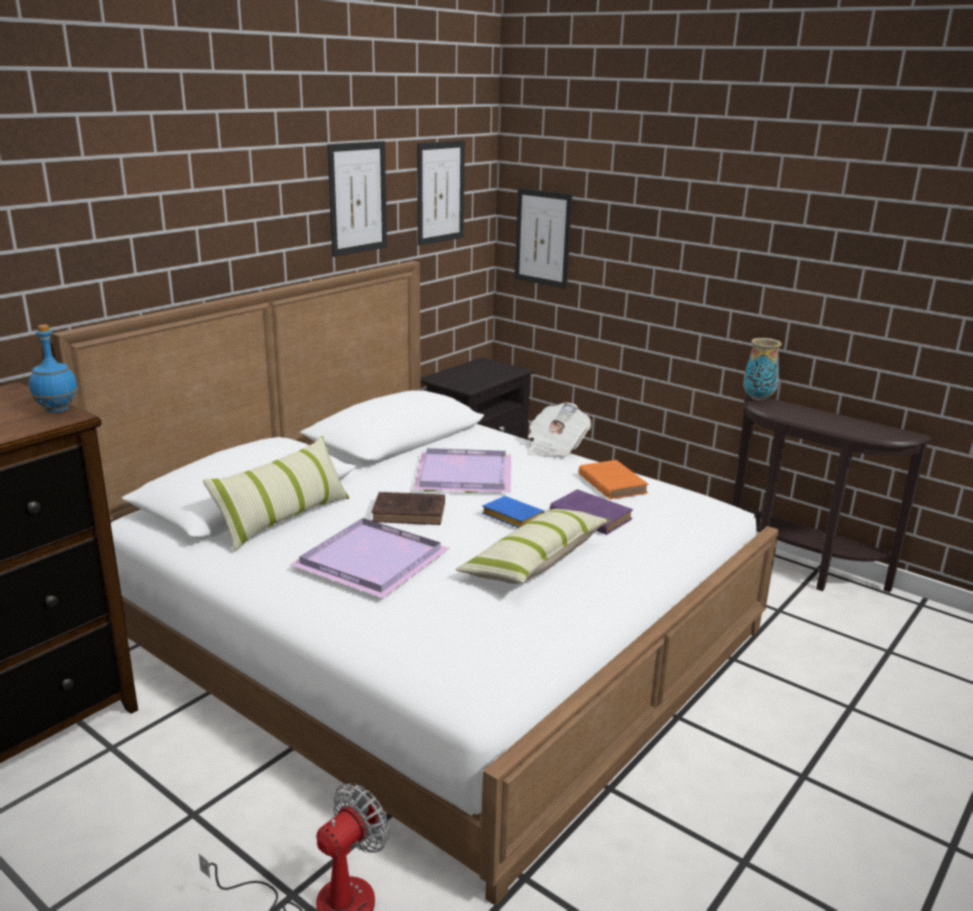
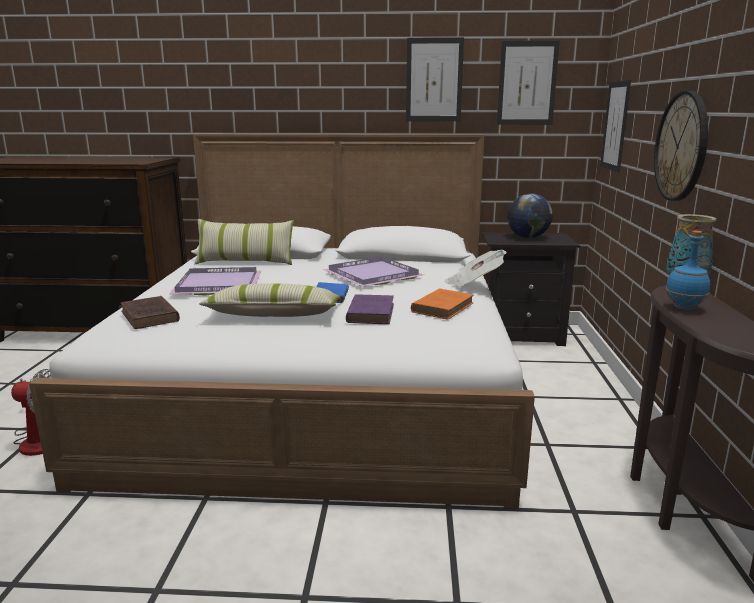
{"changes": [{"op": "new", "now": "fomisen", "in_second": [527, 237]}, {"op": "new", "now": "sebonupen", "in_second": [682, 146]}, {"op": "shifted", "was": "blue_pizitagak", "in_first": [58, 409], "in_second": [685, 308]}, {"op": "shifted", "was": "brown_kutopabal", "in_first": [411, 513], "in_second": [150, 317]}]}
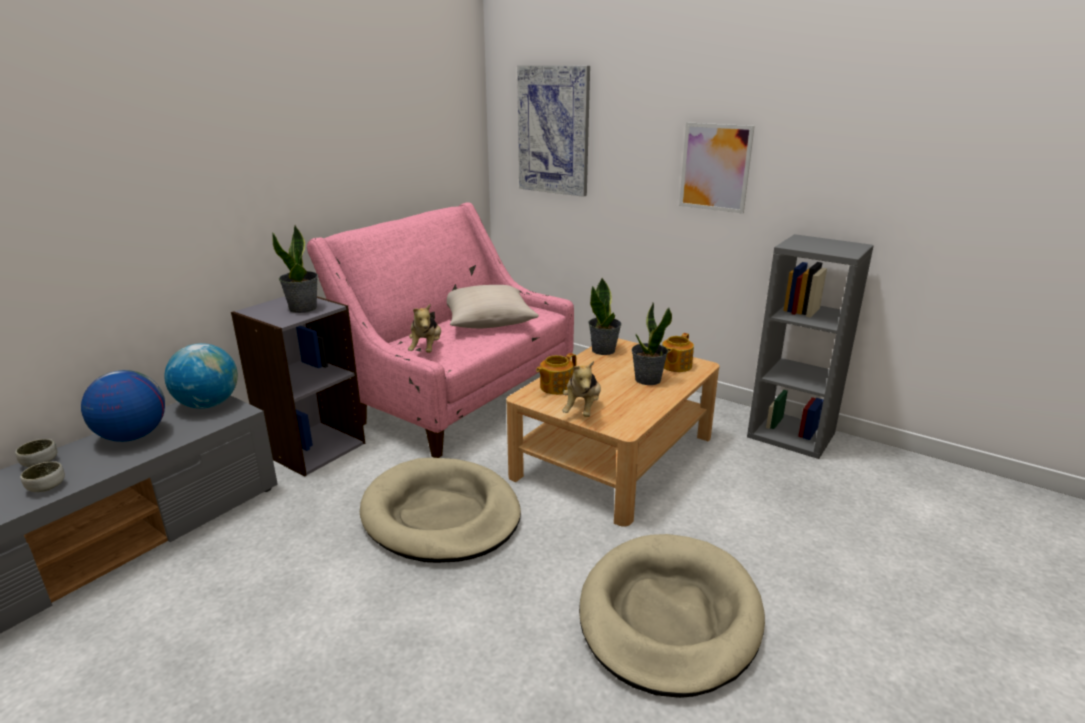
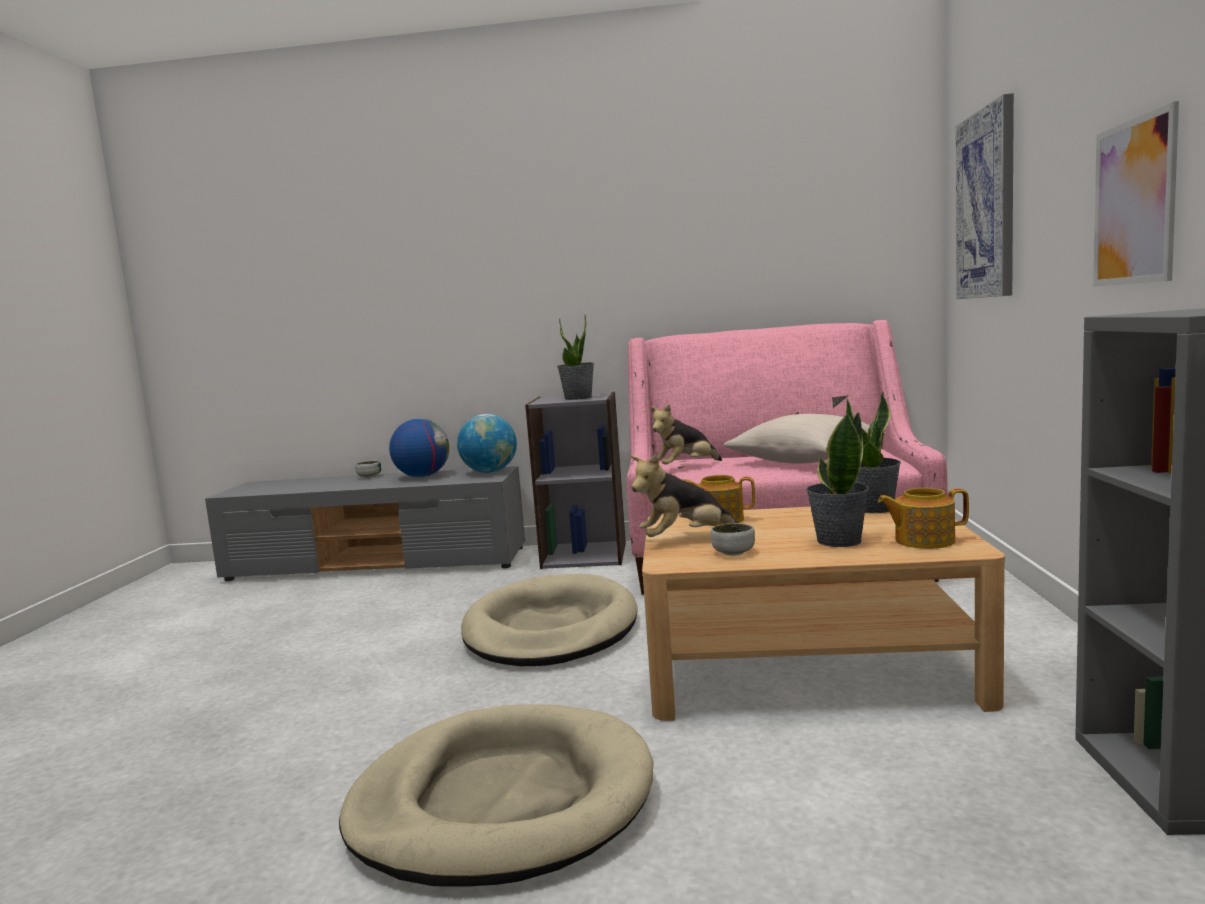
{"changes": [{"op": "shifted", "was": "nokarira", "in_first": [47, 487], "in_second": [733, 553]}]}
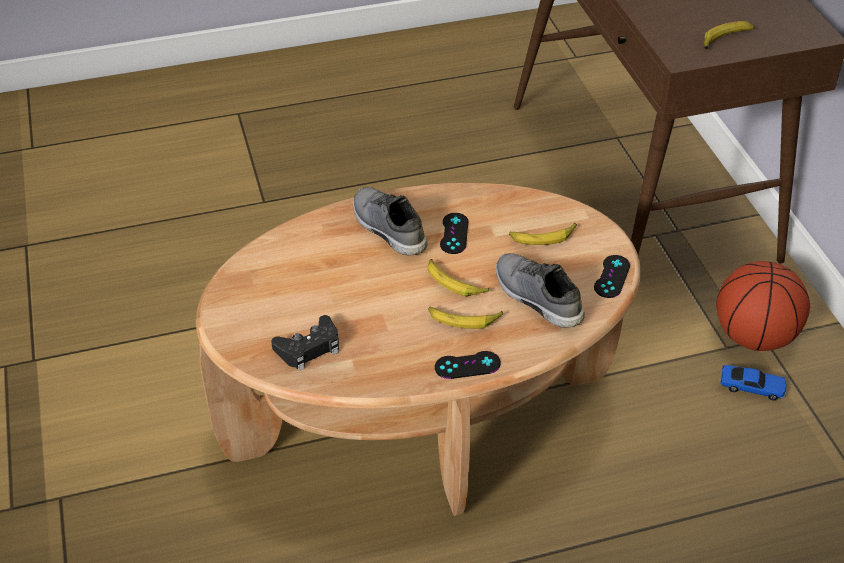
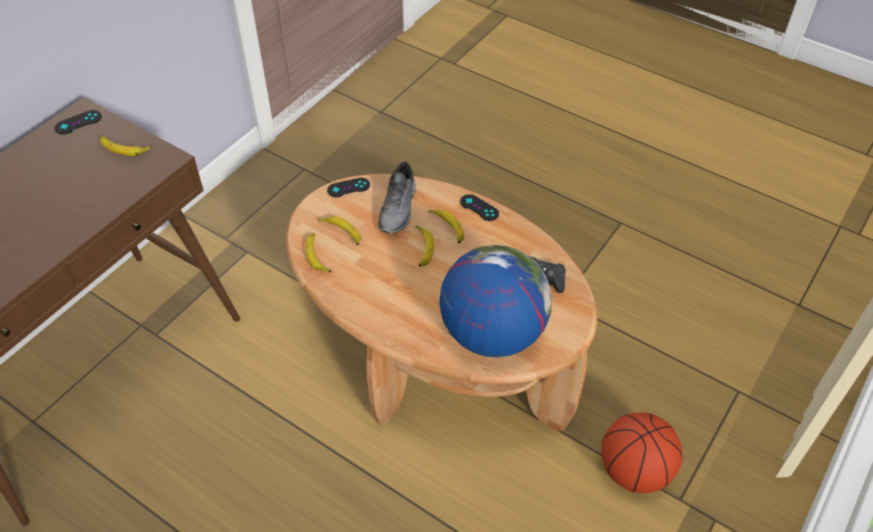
{"changes": [{"op": "gone", "was": "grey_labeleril", "in_first": [387, 229]}, {"op": "gone", "was": "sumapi", "in_first": [752, 387]}, {"op": "new", "now": "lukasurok", "in_second": [317, 256]}, {"op": "new", "now": "fomisen", "in_second": [492, 333]}, {"op": "shifted", "was": "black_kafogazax", "in_first": [454, 233], "in_second": [78, 122]}, {"op": "shifted", "was": "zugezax", "in_first": [753, 337], "in_second": [634, 470]}]}
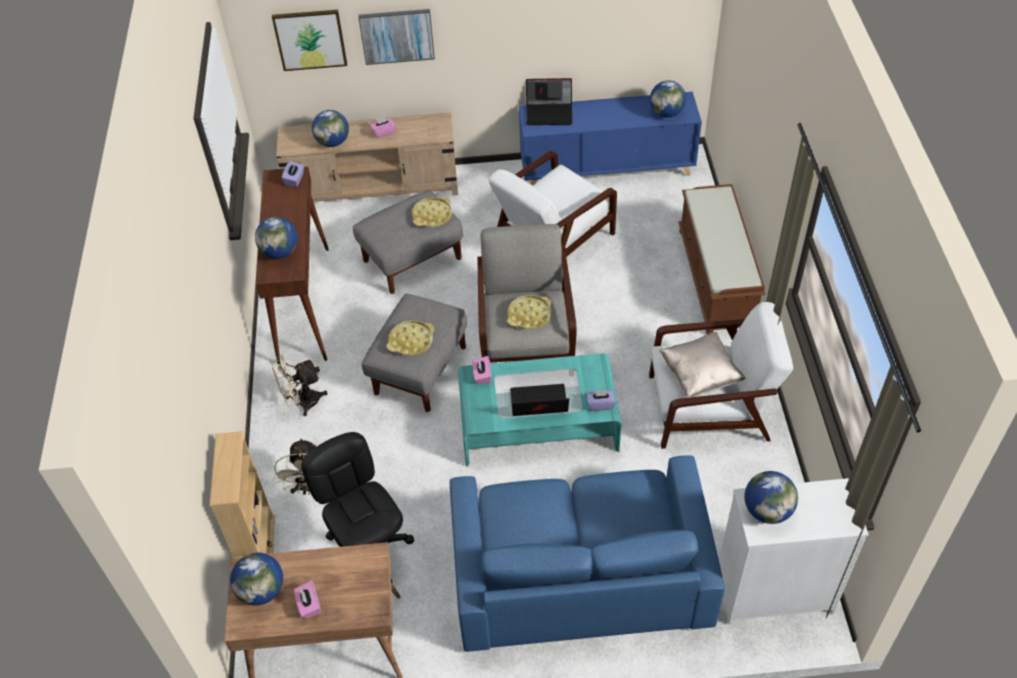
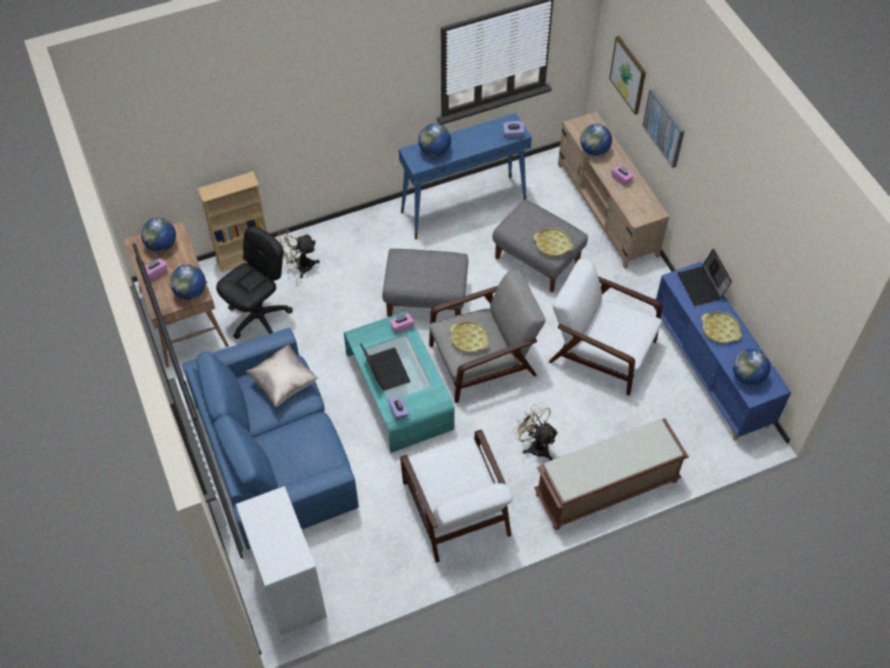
{"changes": [{"op": "shifted", "was": "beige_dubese", "in_first": [302, 402], "in_second": [535, 445]}, {"op": "shifted", "was": "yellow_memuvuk", "in_first": [411, 341], "in_second": [720, 330]}, {"op": "shifted", "was": "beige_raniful", "in_first": [700, 376], "in_second": [284, 383]}, {"op": "shifted", "was": "fomisen", "in_first": [767, 510], "in_second": [191, 292]}, {"op": "repainted", "was": "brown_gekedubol", "now": "blue_gekedubol", "in_first": [304, 303], "in_second": [464, 207]}]}
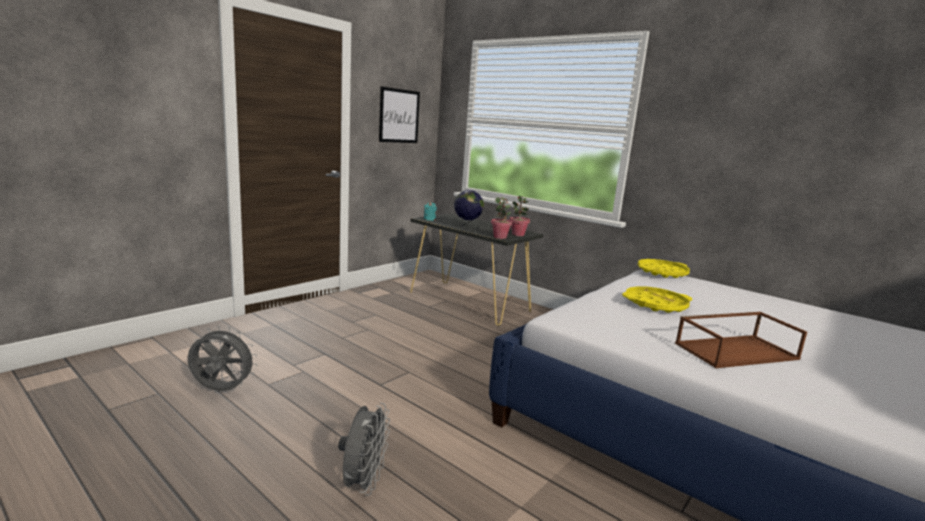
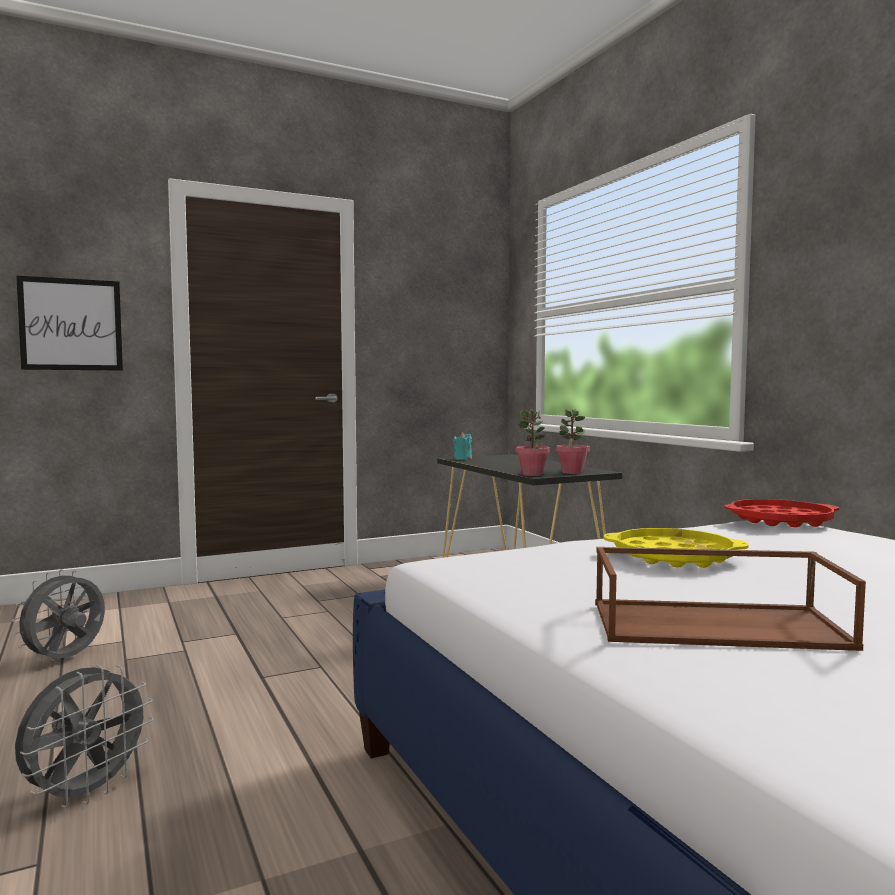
{"changes": [{"op": "gone", "was": "fomisen", "in_first": [467, 228]}, {"op": "shifted", "was": "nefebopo", "in_first": [399, 116], "in_second": [71, 324]}, {"op": "repainted", "was": "yellow_memuvuk", "now": "red_memuvuk", "in_first": [662, 272], "in_second": [780, 521]}, {"op": "rotated", "was": "grey_dubese", "in_first": [221, 391], "in_second": [65, 660], "clockwise": -90}]}
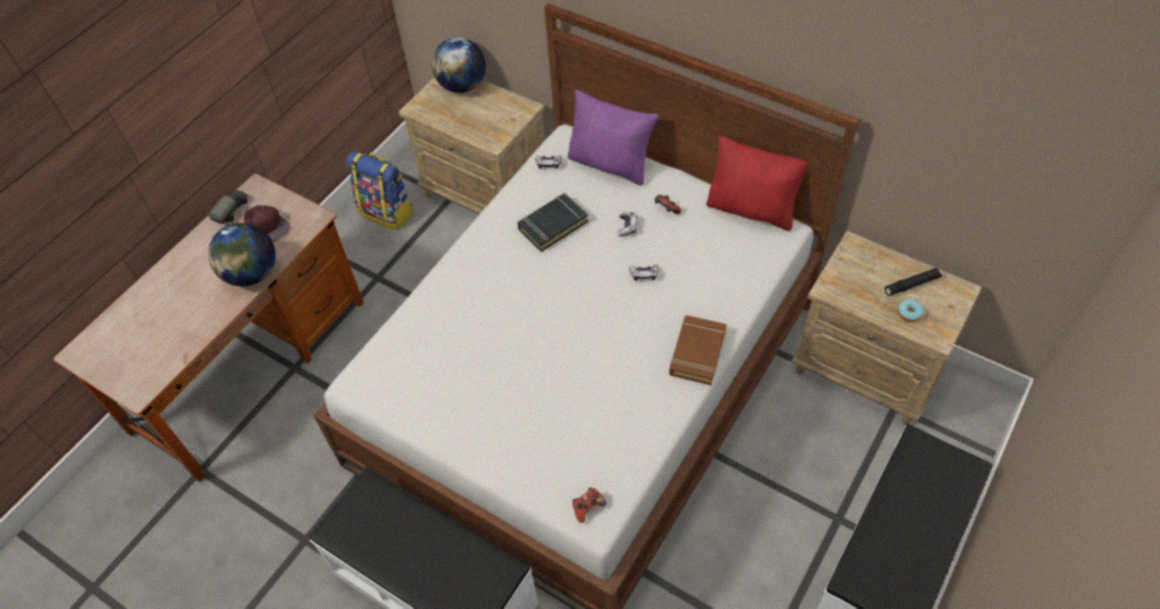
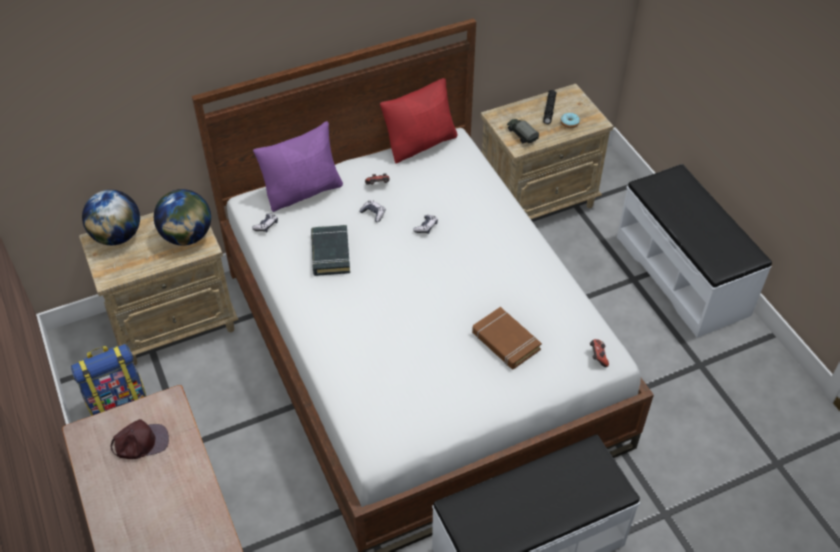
{"changes": [{"op": "shifted", "was": "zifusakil", "in_first": [232, 211], "in_second": [521, 135]}, {"op": "shifted", "was": "fomisen", "in_first": [251, 274], "in_second": [187, 236]}, {"op": "shifted", "was": "brown_kutopabal", "in_first": [697, 352], "in_second": [505, 341]}]}
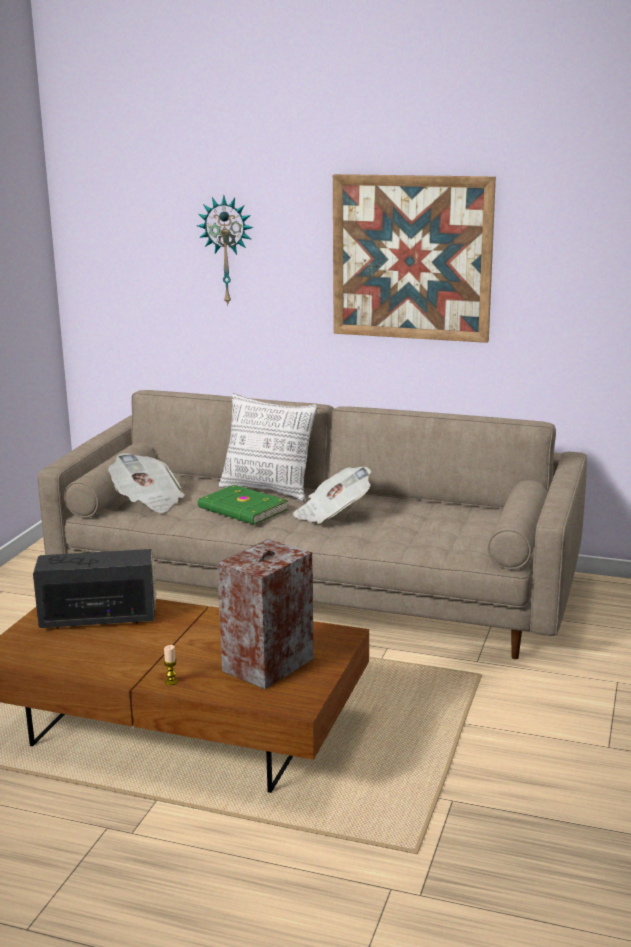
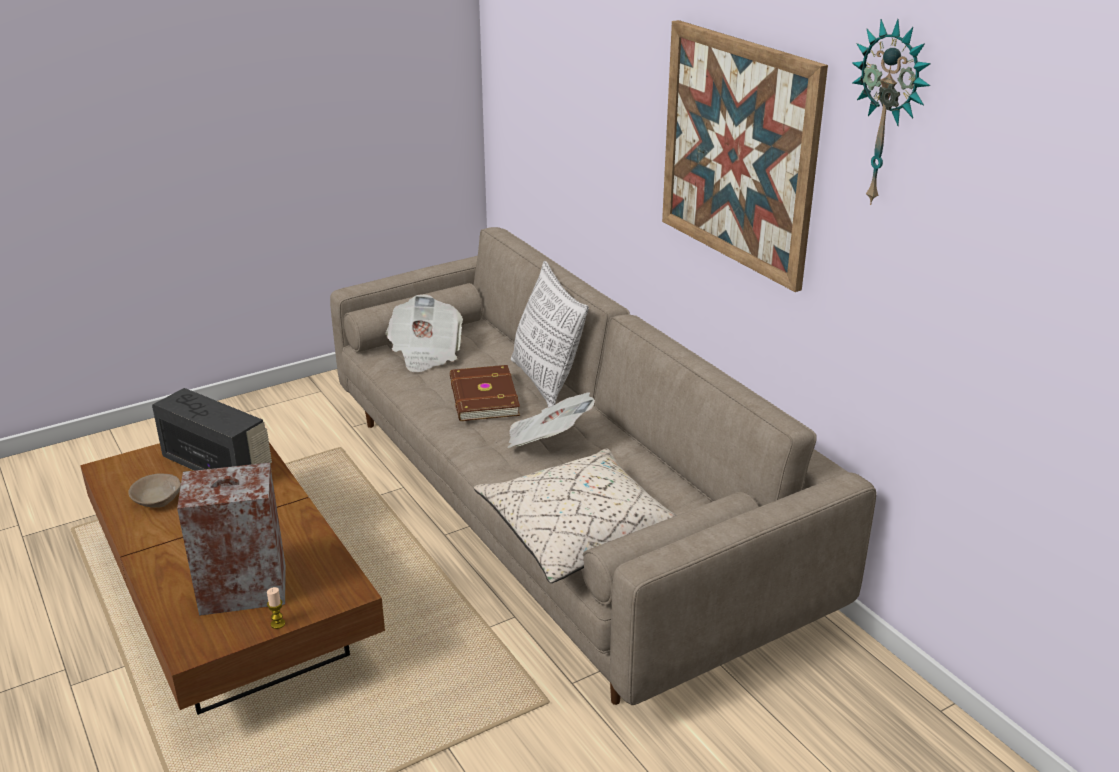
{"changes": [{"op": "new", "now": "beige_nokarira", "in_second": [158, 499]}, {"op": "new", "now": "beige_raniful", "in_second": [581, 533]}, {"op": "shifted", "was": "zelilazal", "in_first": [171, 681], "in_second": [278, 624]}, {"op": "shifted", "was": "sebonupen", "in_first": [227, 250], "in_second": [889, 114]}, {"op": "repainted", "was": "green_kutopabal", "now": "brown_kutopabal", "in_first": [242, 509], "in_second": [482, 397]}]}
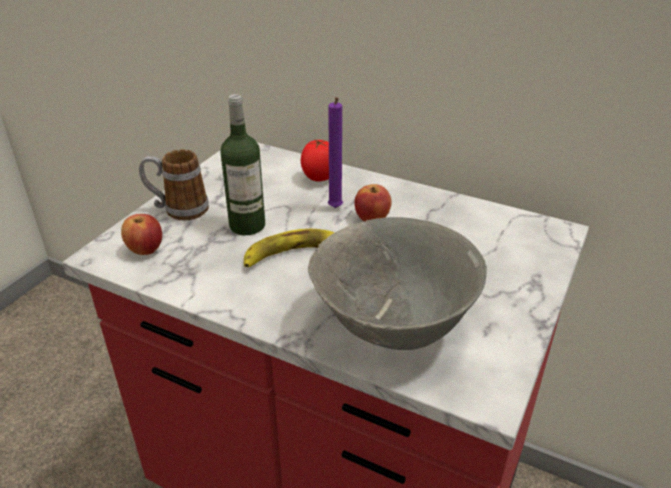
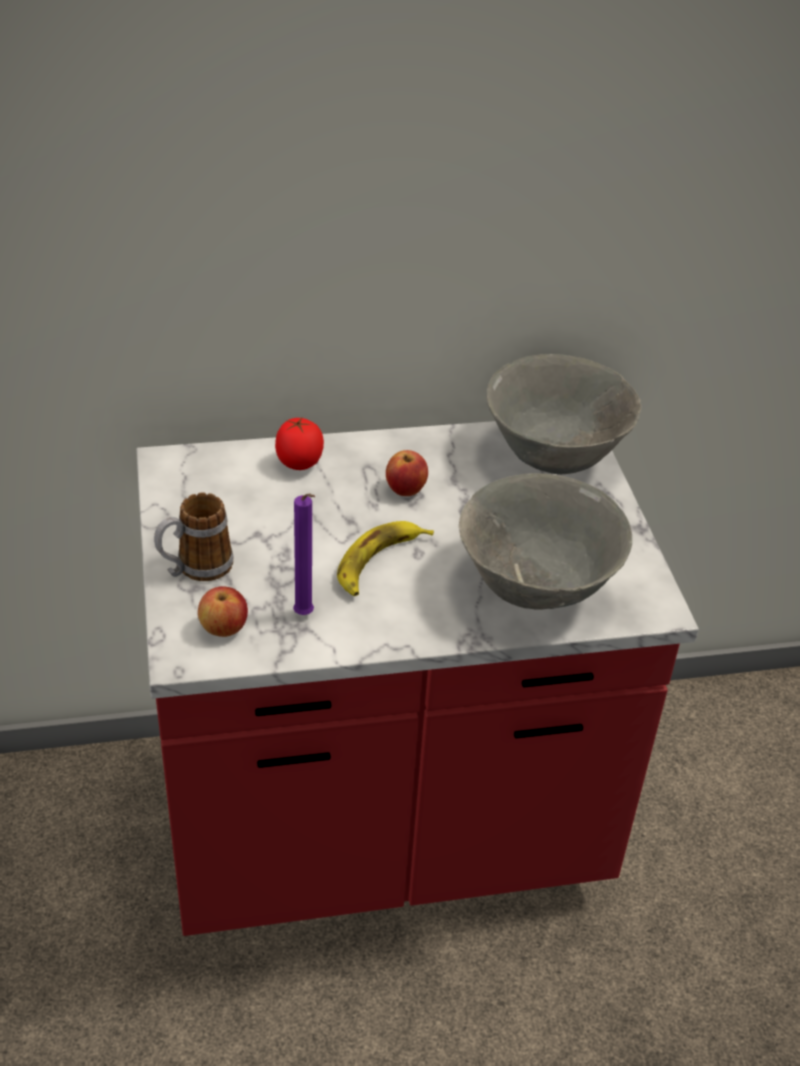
{"changes": [{"op": "gone", "was": "pizitagak", "in_first": [247, 225]}, {"op": "new", "now": "grey_nokarira", "in_second": [554, 455]}, {"op": "shifted", "was": "purple_zelilazal", "in_first": [335, 209], "in_second": [305, 616]}]}
